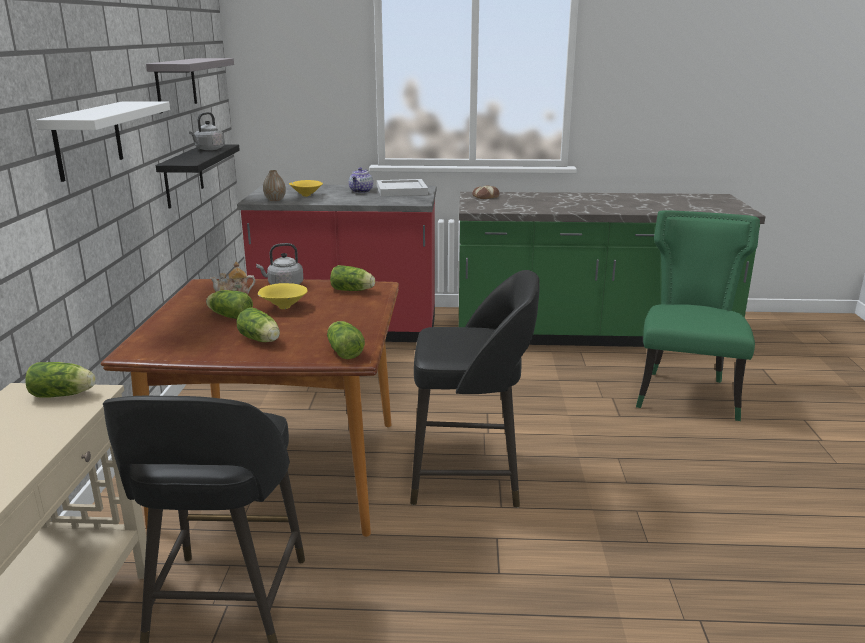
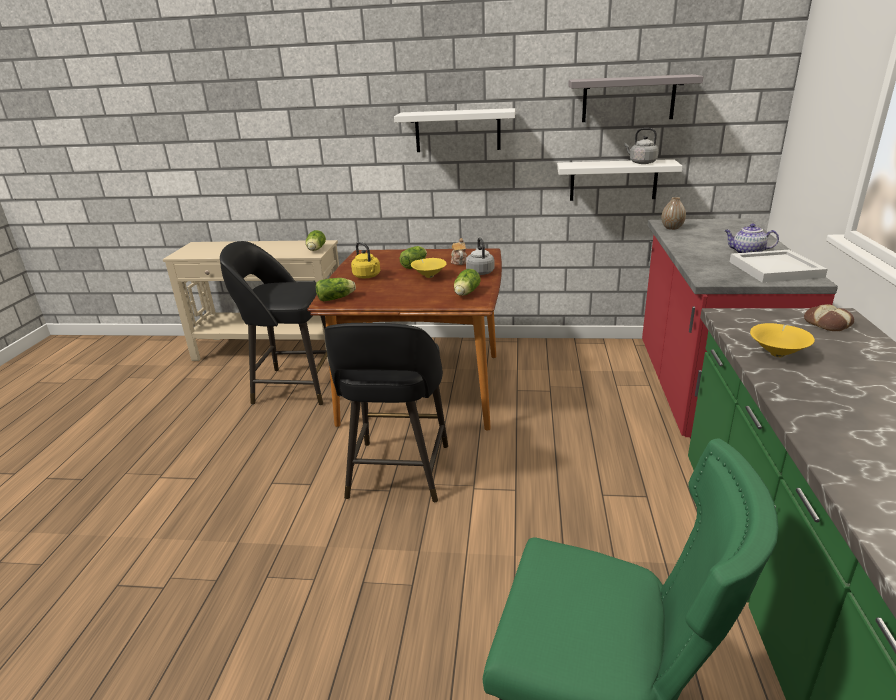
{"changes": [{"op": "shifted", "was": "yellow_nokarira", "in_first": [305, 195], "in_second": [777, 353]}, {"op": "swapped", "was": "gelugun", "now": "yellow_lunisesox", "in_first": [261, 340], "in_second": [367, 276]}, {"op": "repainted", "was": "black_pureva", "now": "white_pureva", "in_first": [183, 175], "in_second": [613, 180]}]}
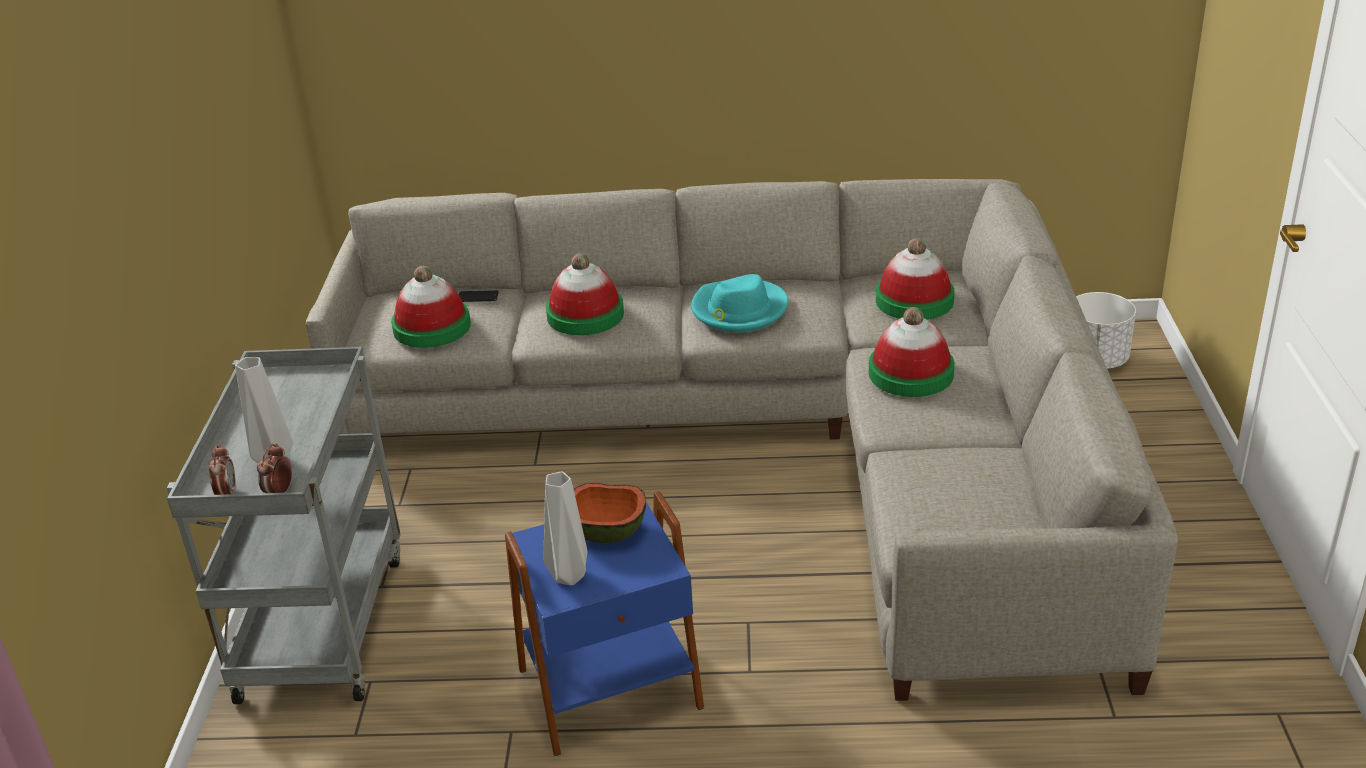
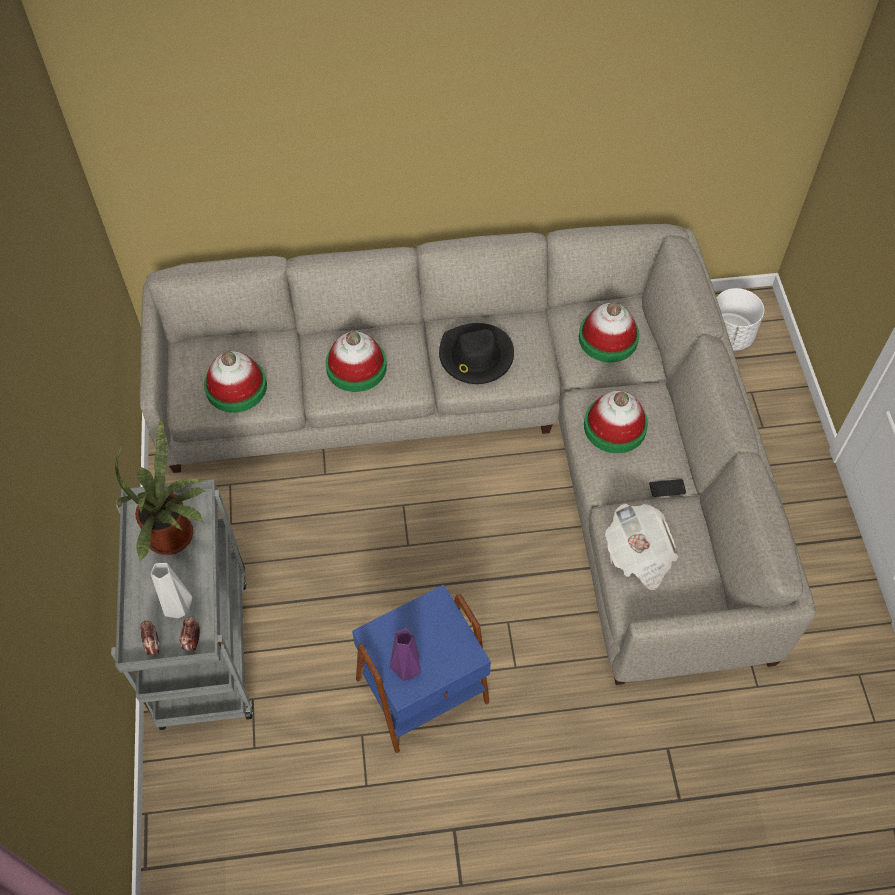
{"changes": [{"op": "gone", "was": "nokarira", "in_first": [608, 530]}, {"op": "new", "now": "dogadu", "in_second": [175, 536]}, {"op": "new", "now": "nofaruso", "in_second": [639, 556]}, {"op": "shifted", "was": "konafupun", "in_first": [477, 297], "in_second": [667, 488]}, {"op": "repainted", "was": "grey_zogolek", "now": "purple_zogolek", "in_first": [568, 575], "in_second": [406, 669]}, {"op": "repainted", "was": "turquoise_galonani", "now": "black_galonani", "in_first": [738, 310], "in_second": [475, 356]}]}
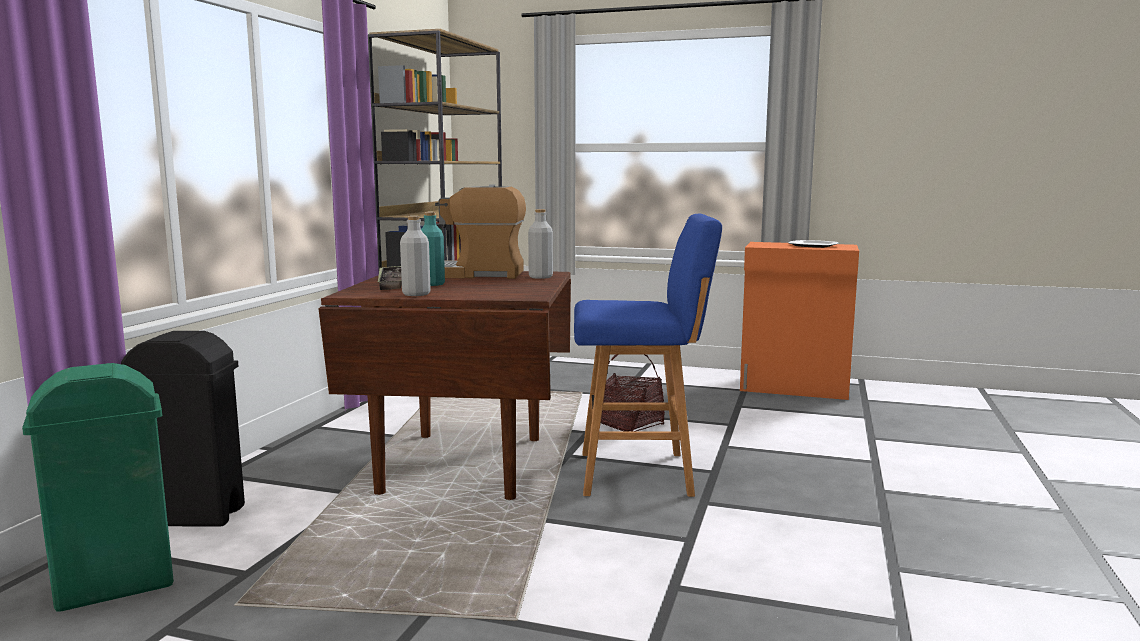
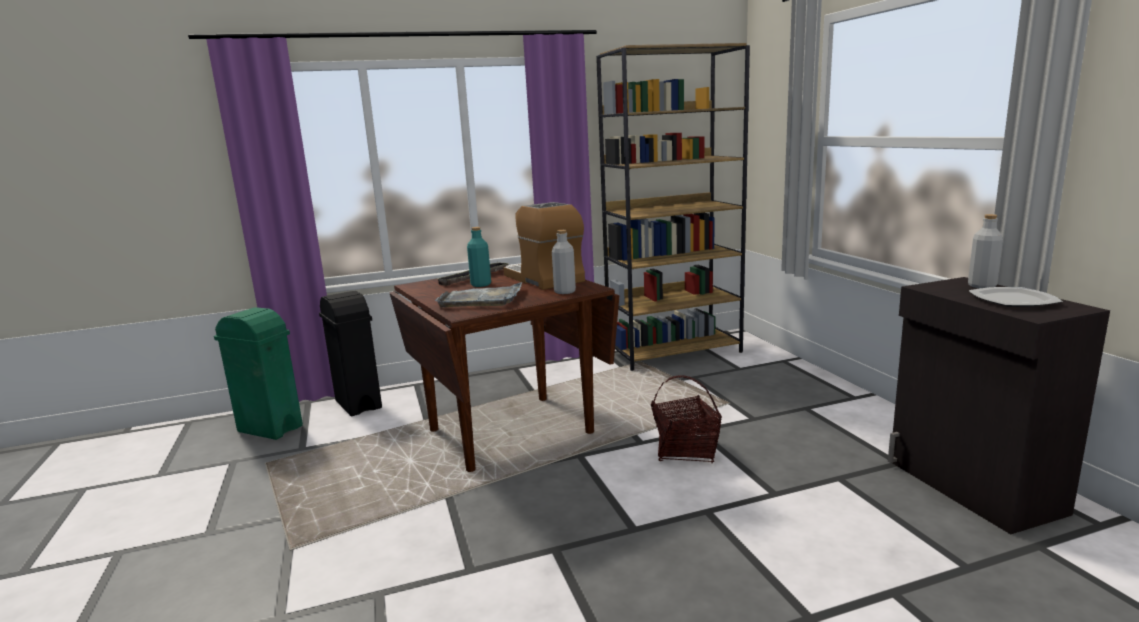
{"changes": [{"op": "gone", "was": "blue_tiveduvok", "in_first": [640, 473]}, {"op": "new", "now": "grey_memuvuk", "in_second": [481, 299]}, {"op": "shifted", "was": "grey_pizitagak", "in_first": [416, 294], "in_second": [981, 286]}, {"op": "repainted", "was": "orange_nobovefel", "now": "black_nobovefel", "in_first": [794, 388], "in_second": [972, 487]}]}
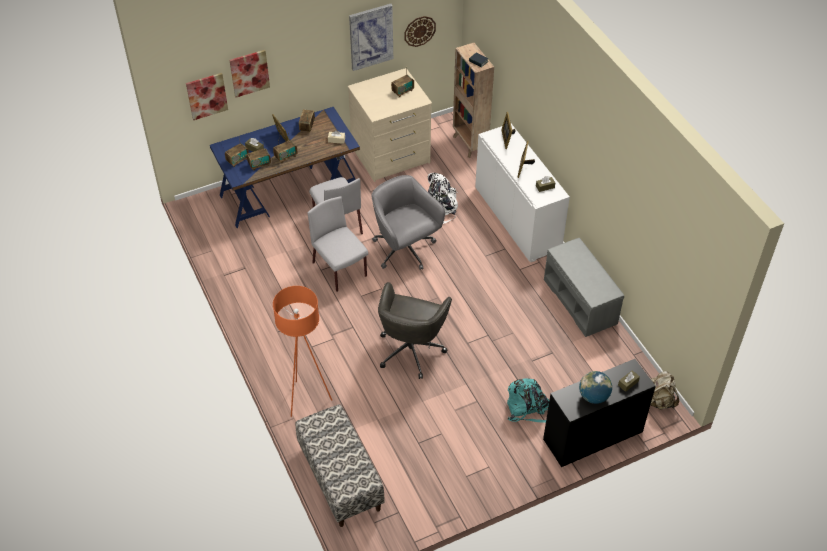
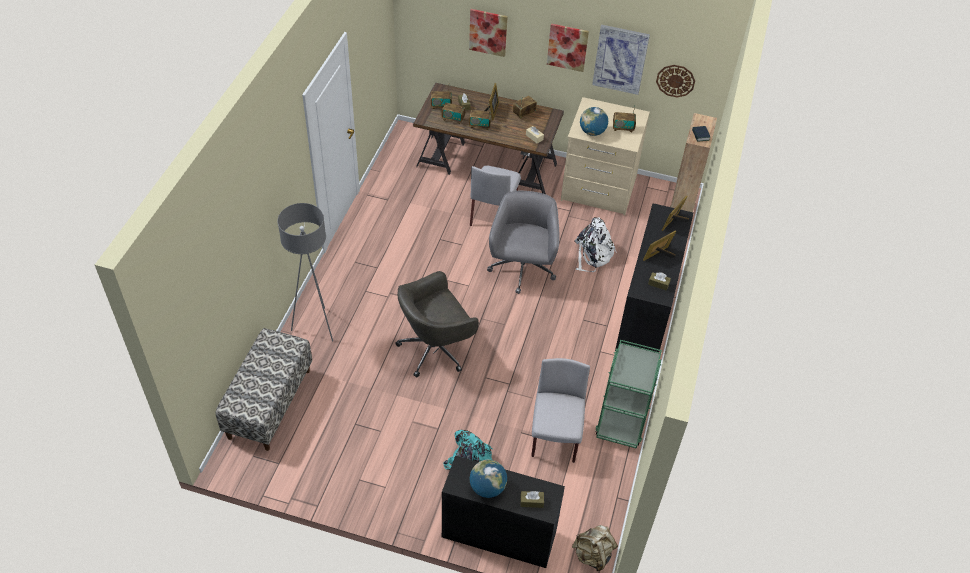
{"changes": [{"op": "new", "now": "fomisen", "in_second": [592, 132]}, {"op": "shifted", "was": "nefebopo", "in_first": [207, 96], "in_second": [567, 47]}, {"op": "shifted", "was": "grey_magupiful", "in_first": [340, 270], "in_second": [555, 437]}, {"op": "swapped", "was": "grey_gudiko", "now": "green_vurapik", "in_first": [581, 301], "in_second": [622, 417]}, {"op": "repainted", "was": "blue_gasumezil", "now": "brown_gasumezil", "in_first": [289, 190], "in_second": [487, 165]}, {"op": "repainted", "was": "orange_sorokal", "now": "grey_sorokal", "in_first": [306, 399], "in_second": [316, 326]}, {"op": "repainted", "was": "white_nobovefel", "now": "black_nobovefel", "in_first": [517, 219], "in_second": [647, 309]}]}
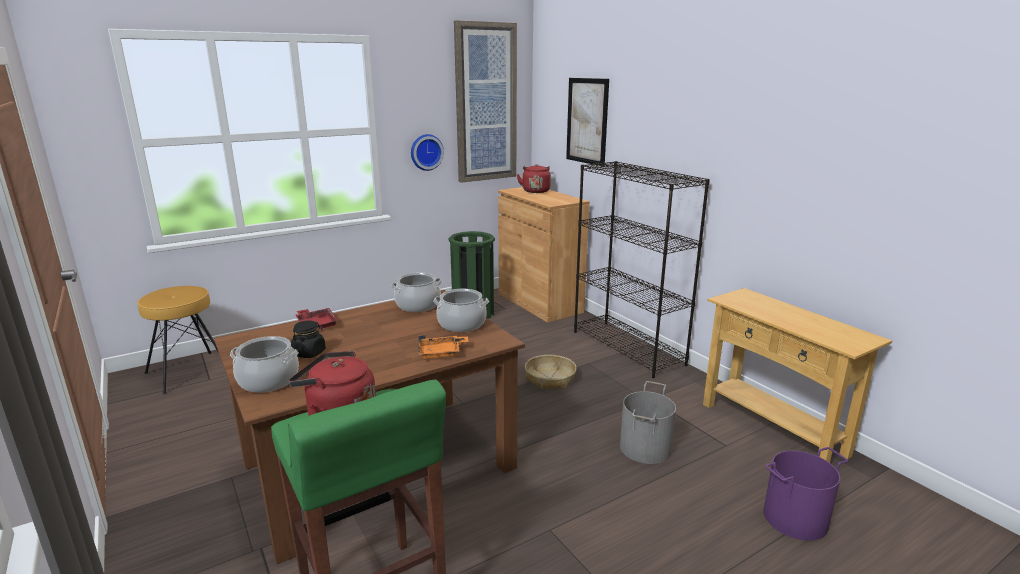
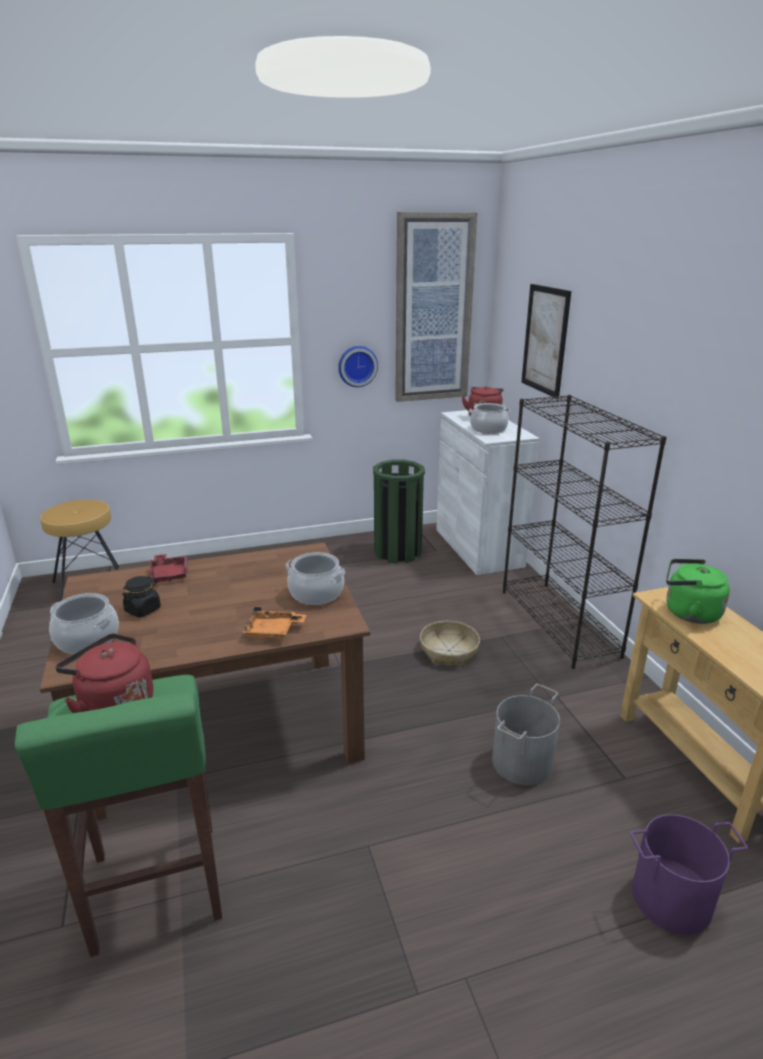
{"changes": [{"op": "new", "now": "green_lunisesox", "in_second": [688, 612]}, {"op": "shifted", "was": "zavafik", "in_first": [418, 305], "in_second": [488, 429]}, {"op": "repainted", "was": "brown_nobovefel", "now": "white_nobovefel", "in_first": [539, 303], "in_second": [478, 547]}]}
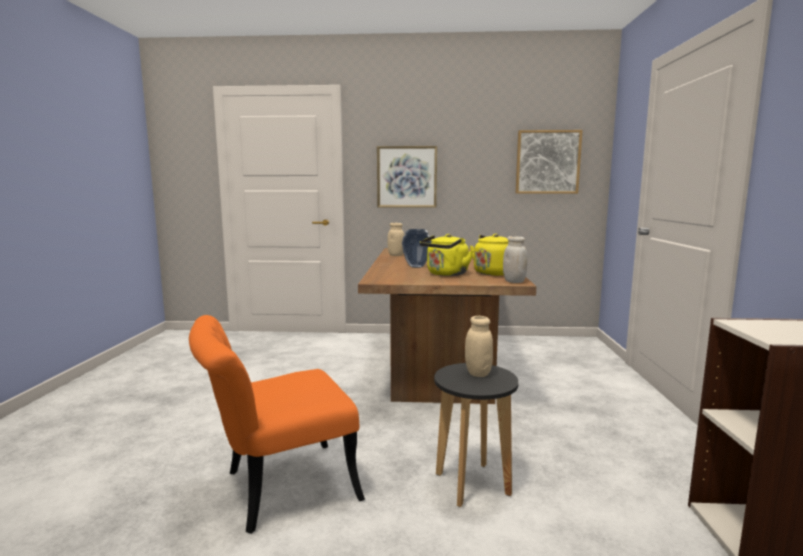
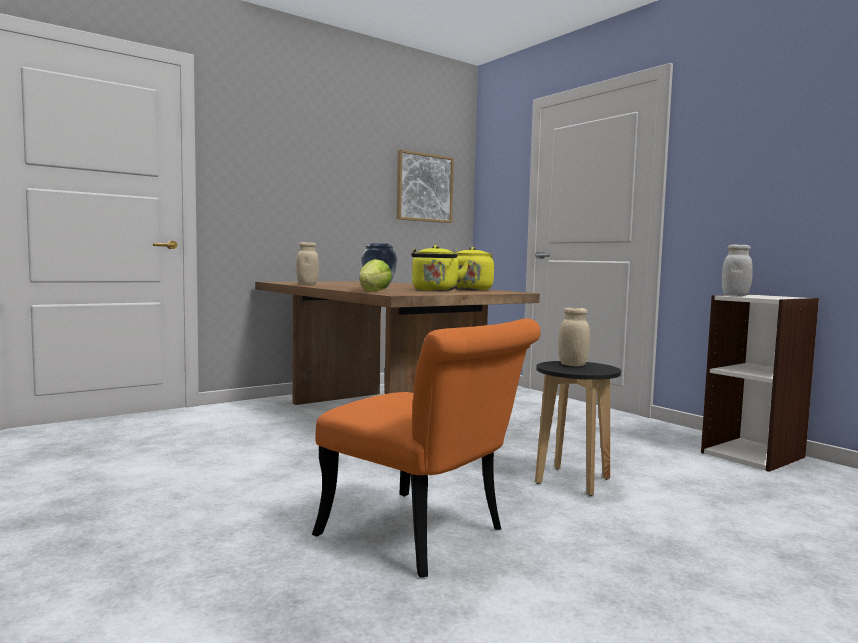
{"changes": [{"op": "gone", "was": "nefebopo", "in_first": [407, 177]}, {"op": "new", "now": "gelugun", "in_second": [373, 291]}, {"op": "shifted", "was": "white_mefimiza", "in_first": [514, 281], "in_second": [735, 295]}, {"op": "rotated", "was": "orange_magupiful", "in_first": [277, 489], "in_second": [427, 537], "clockwise": -75}]}
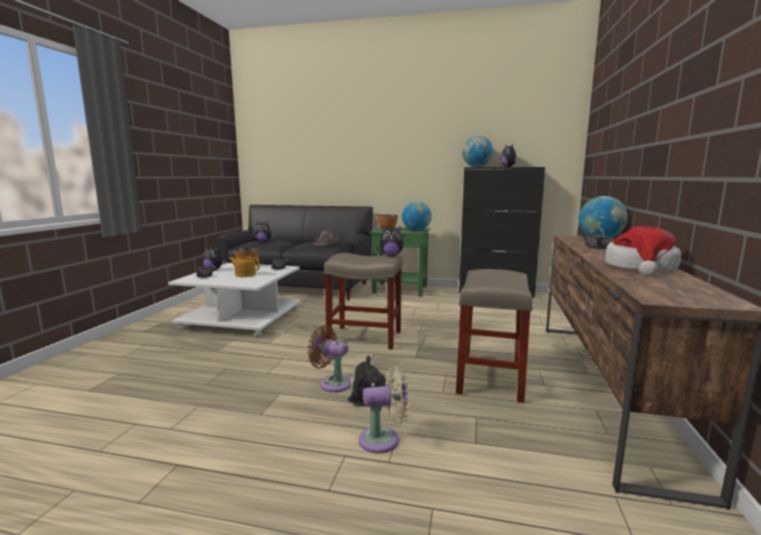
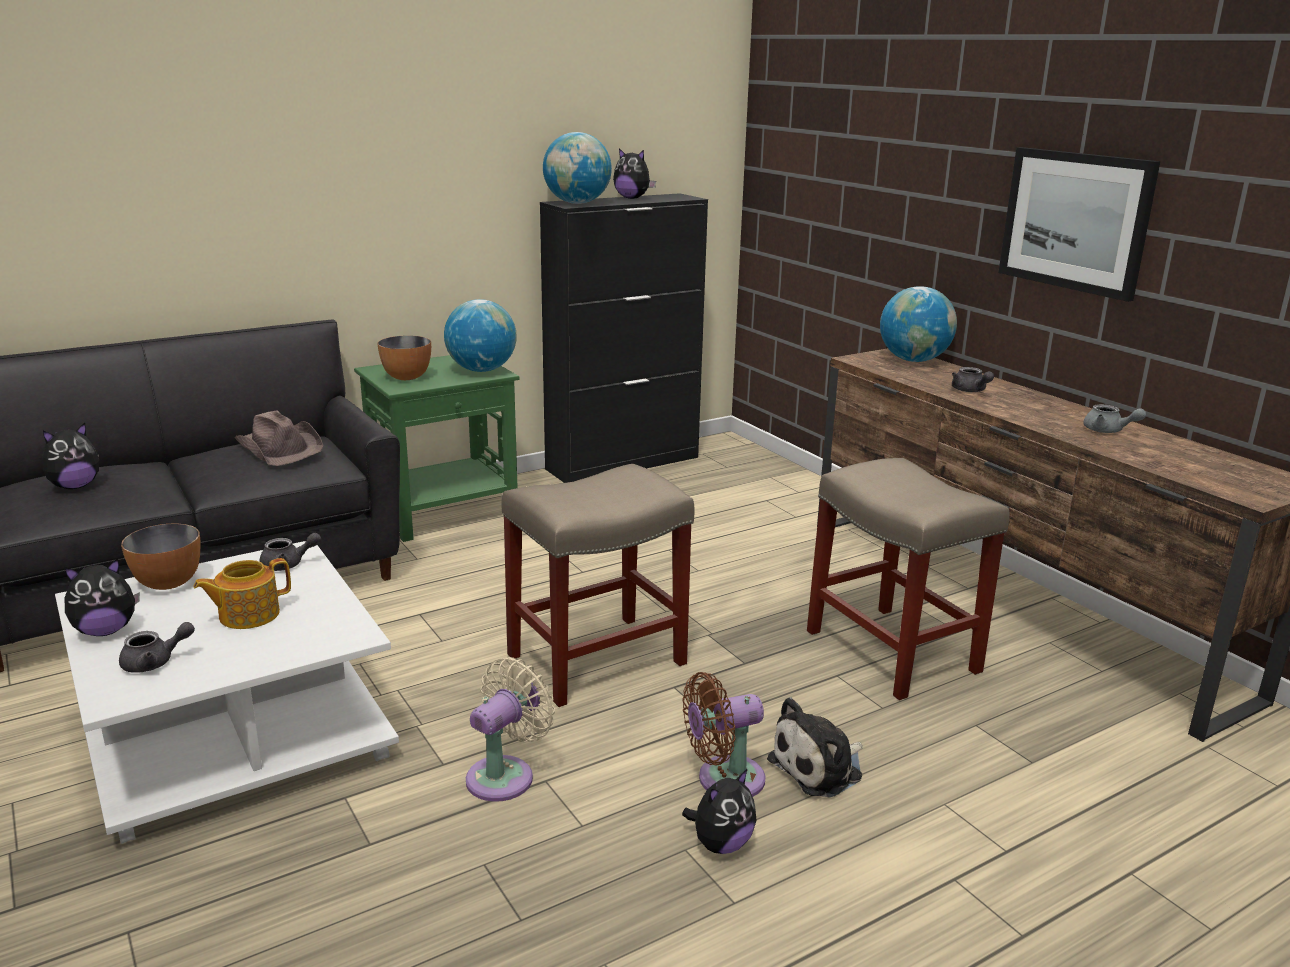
{"changes": [{"op": "new", "now": "nefebopo", "in_second": [1075, 221]}, {"op": "shifted", "was": "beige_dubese", "in_first": [383, 439], "in_second": [505, 775]}, {"op": "shifted", "was": "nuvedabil", "in_first": [391, 255], "in_second": [721, 844]}, {"op": "swapped", "was": "galonani", "now": "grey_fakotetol", "in_first": [640, 267], "in_second": [1108, 431]}]}
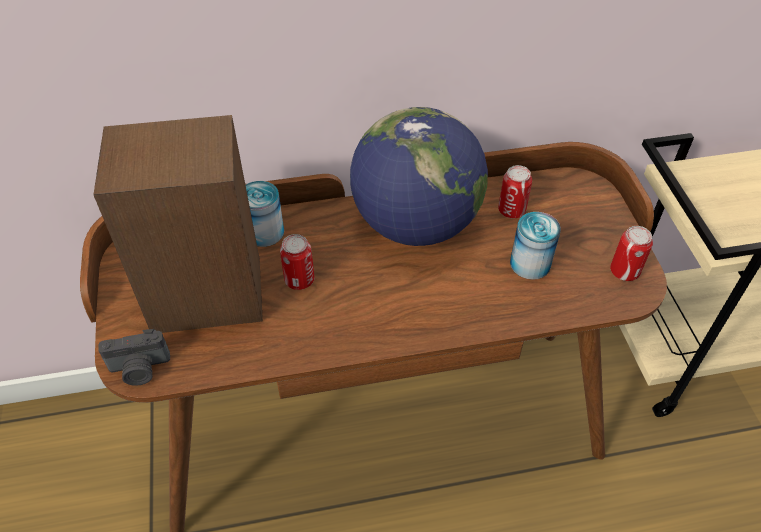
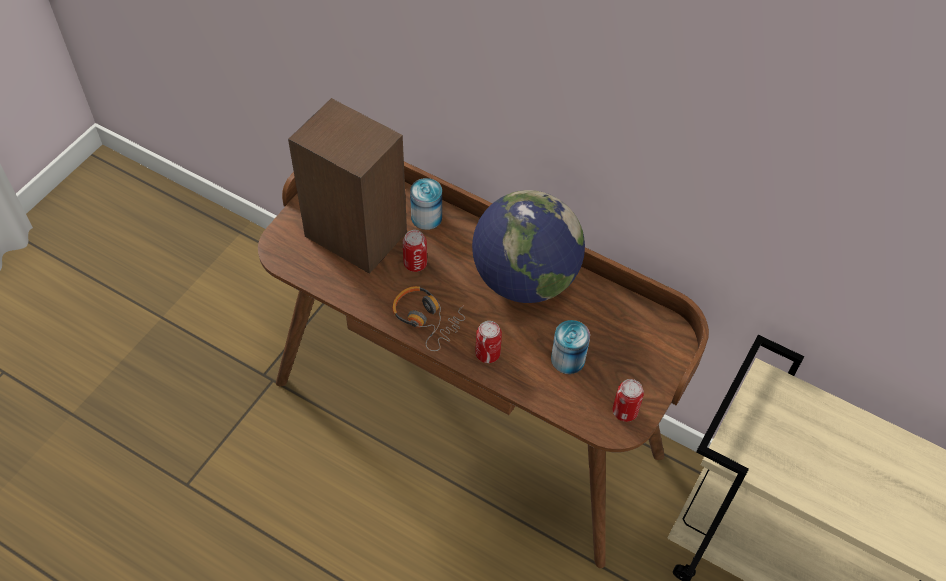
{"changes": [{"op": "gone", "was": "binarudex", "in_first": [140, 369]}, {"op": "new", "now": "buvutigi", "in_second": [427, 319]}, {"op": "shifted", "was": "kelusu", "in_first": [511, 210], "in_second": [487, 354]}]}
